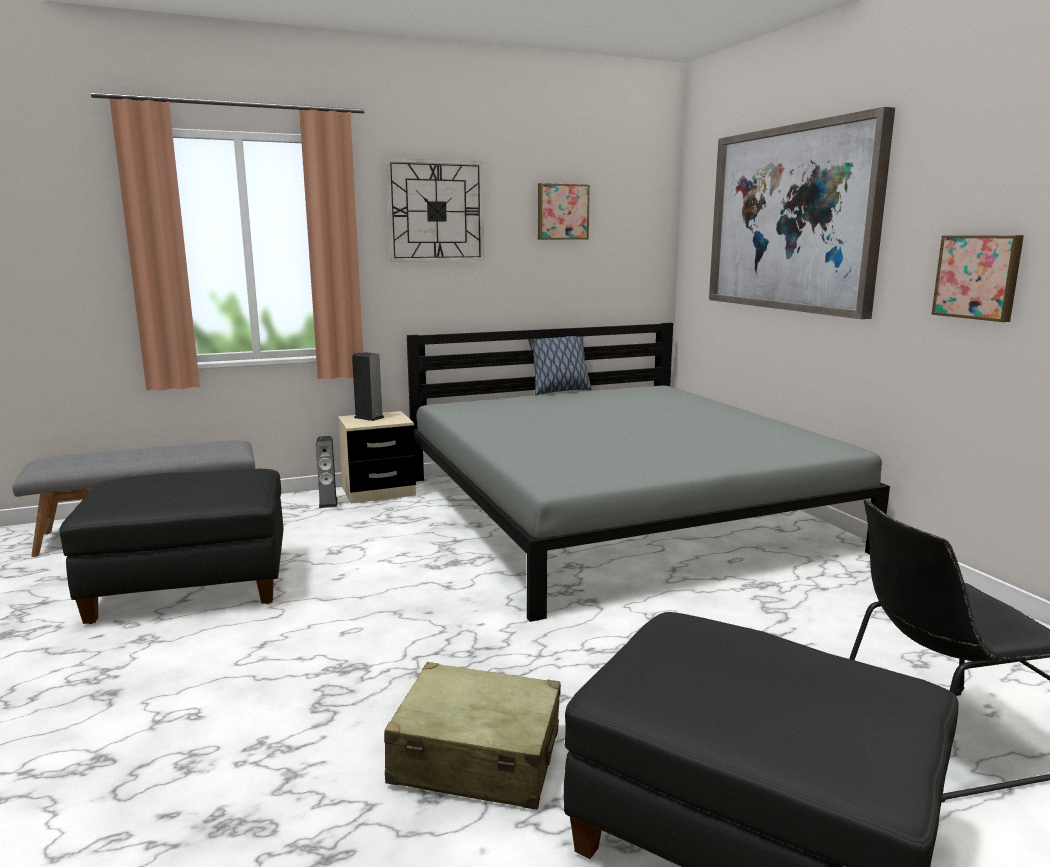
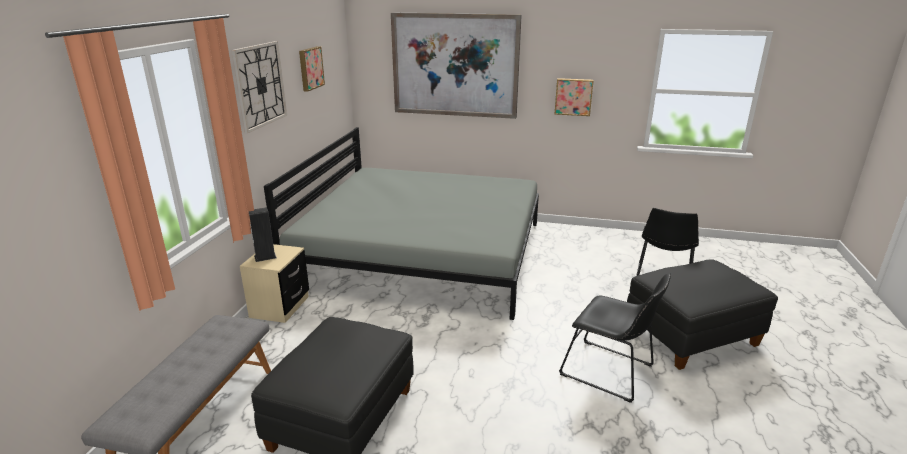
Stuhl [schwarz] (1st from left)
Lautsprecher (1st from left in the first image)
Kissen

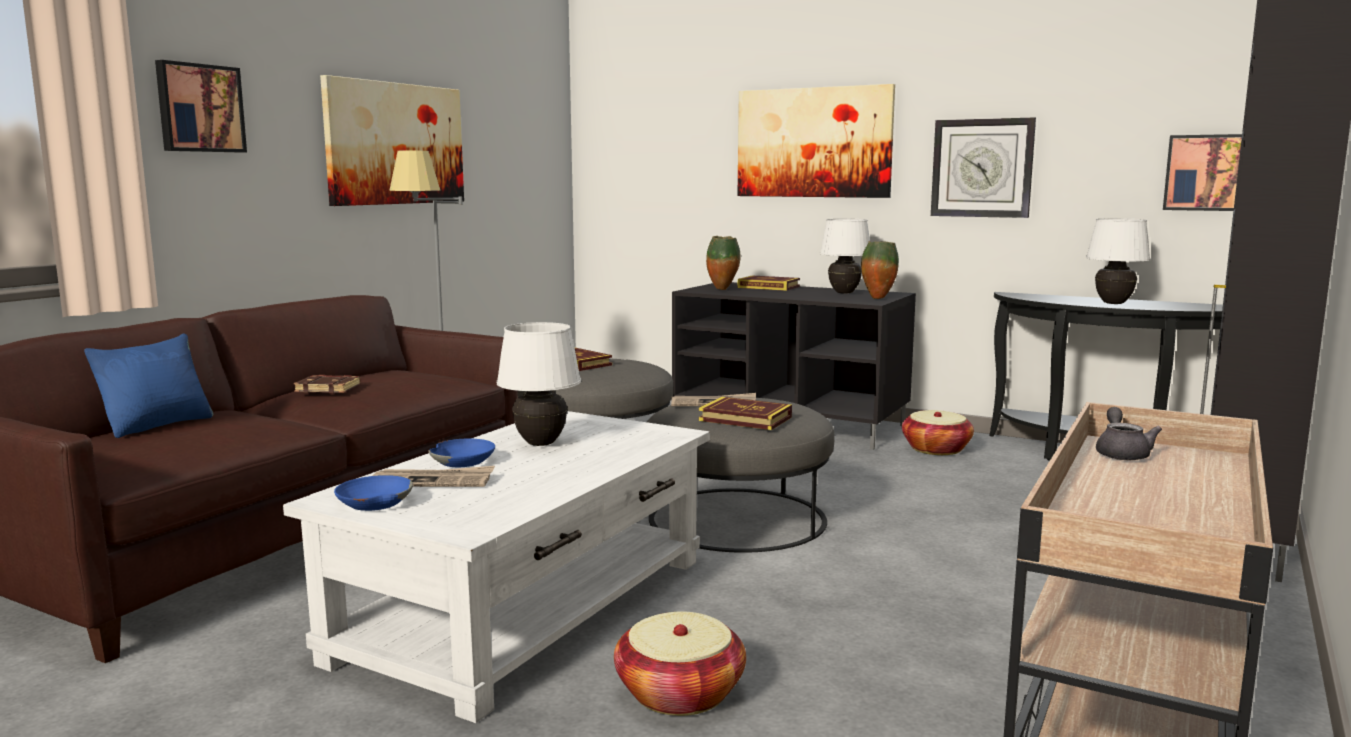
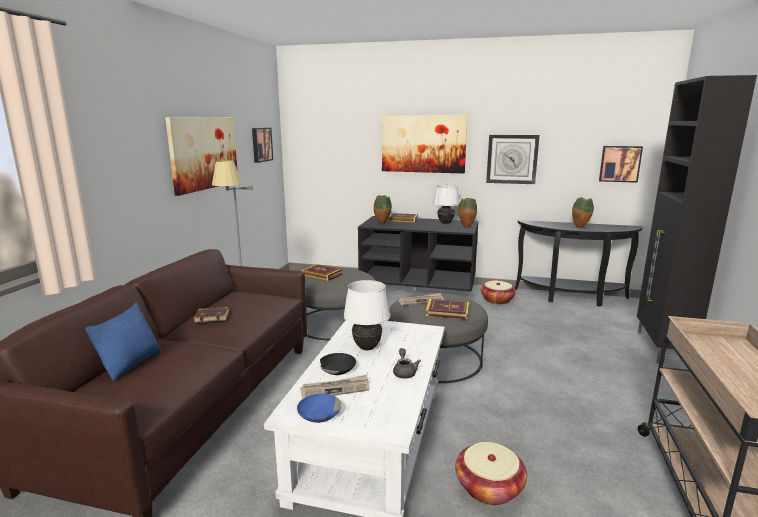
Bild (2nd from left)
Schüssel [schwarz]
Teekanne [grau]
Vase (3rd from left)

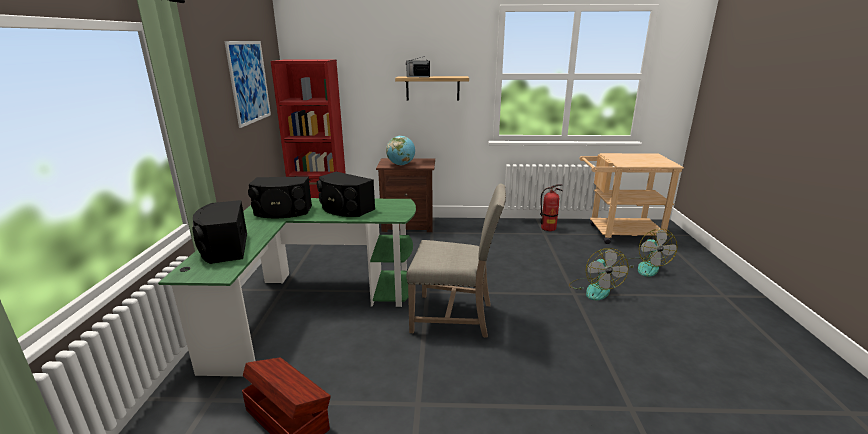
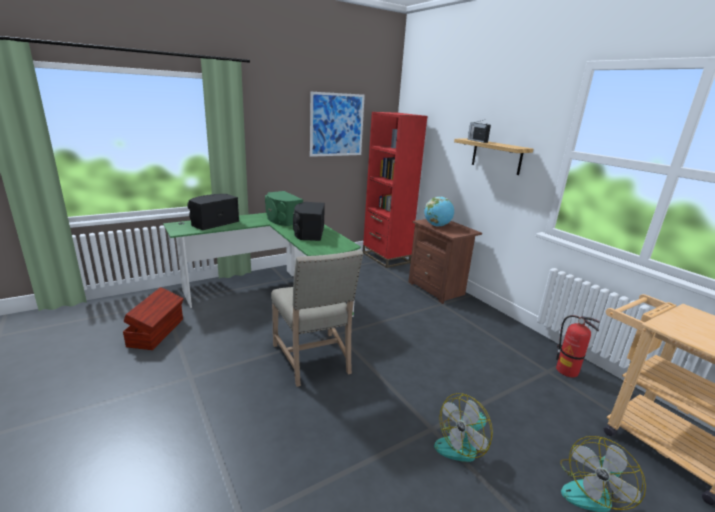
Lautsprecher [grün]

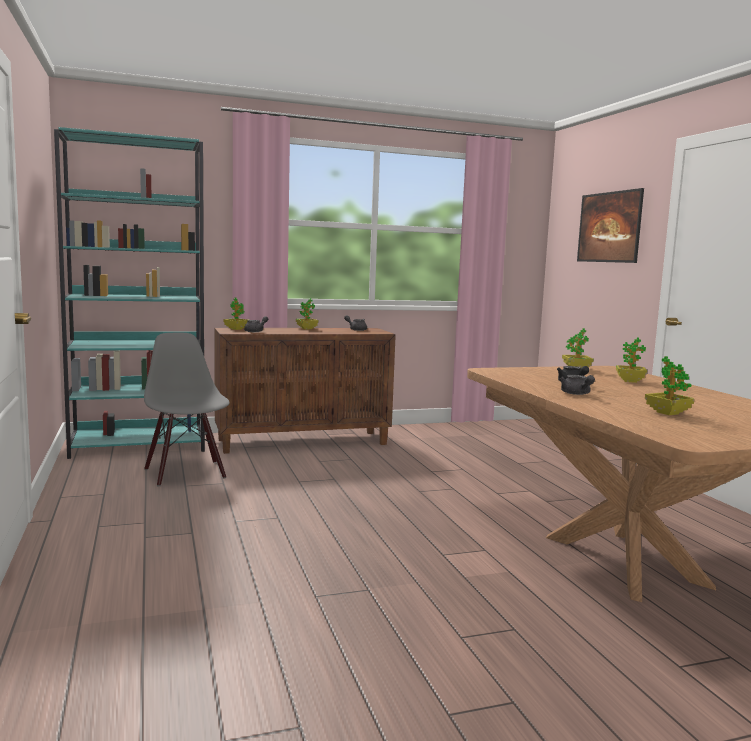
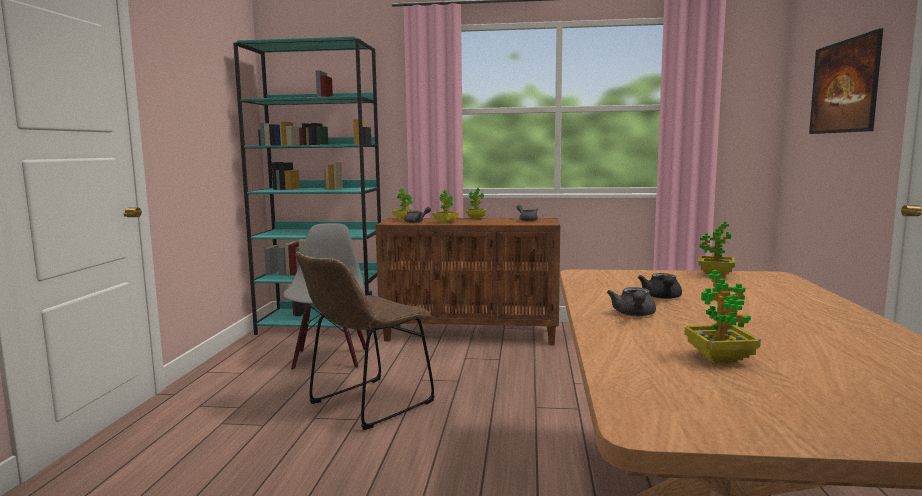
Stuhl [braun]
Topfpflanze (2nd from left)

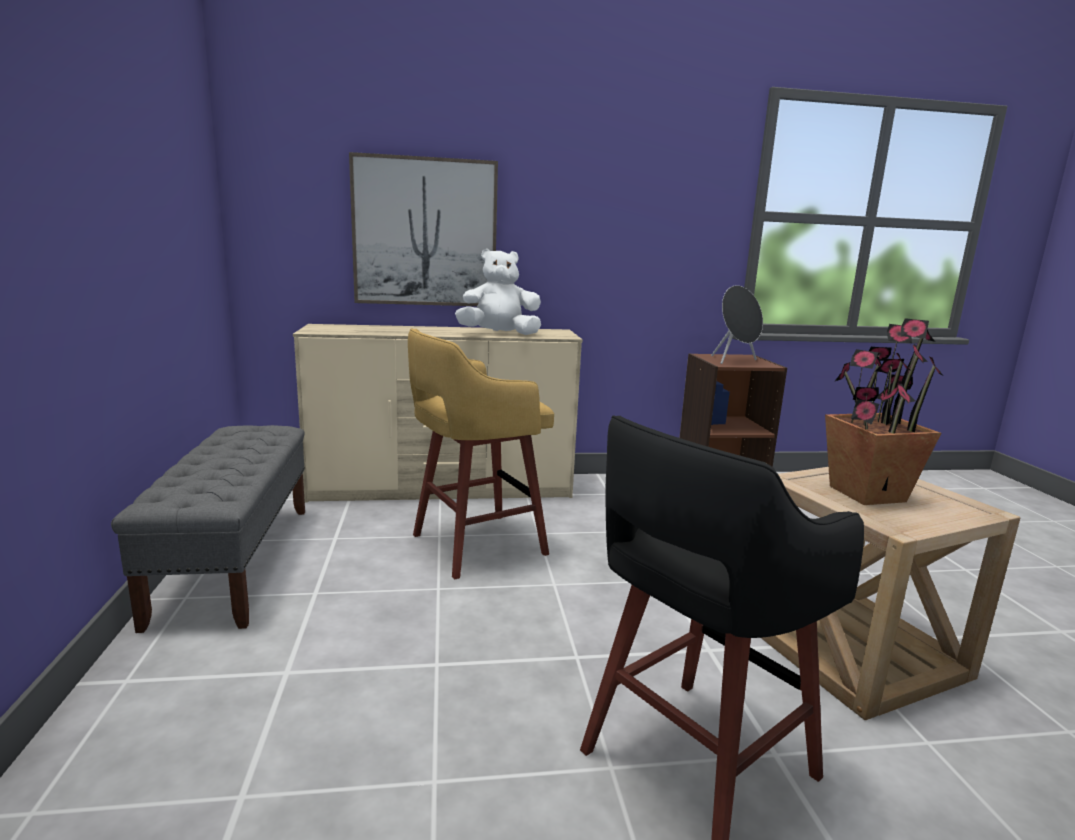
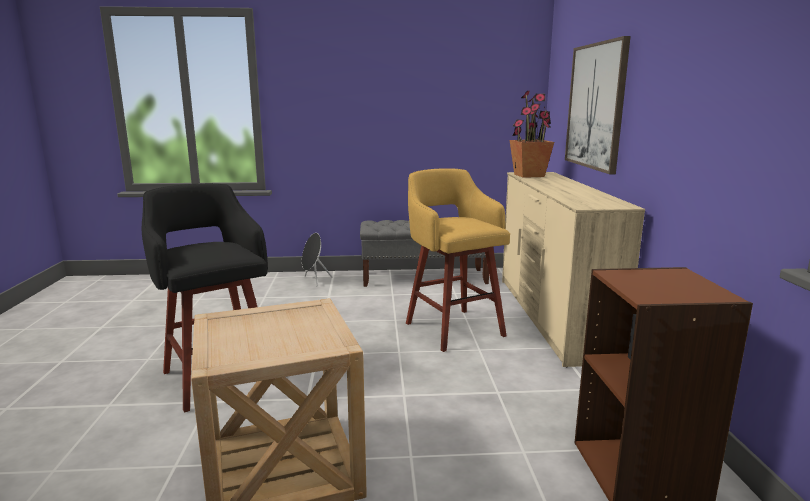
Lautsprecher [schwarz]
Topfpflanze
Plüschtier [weiß]

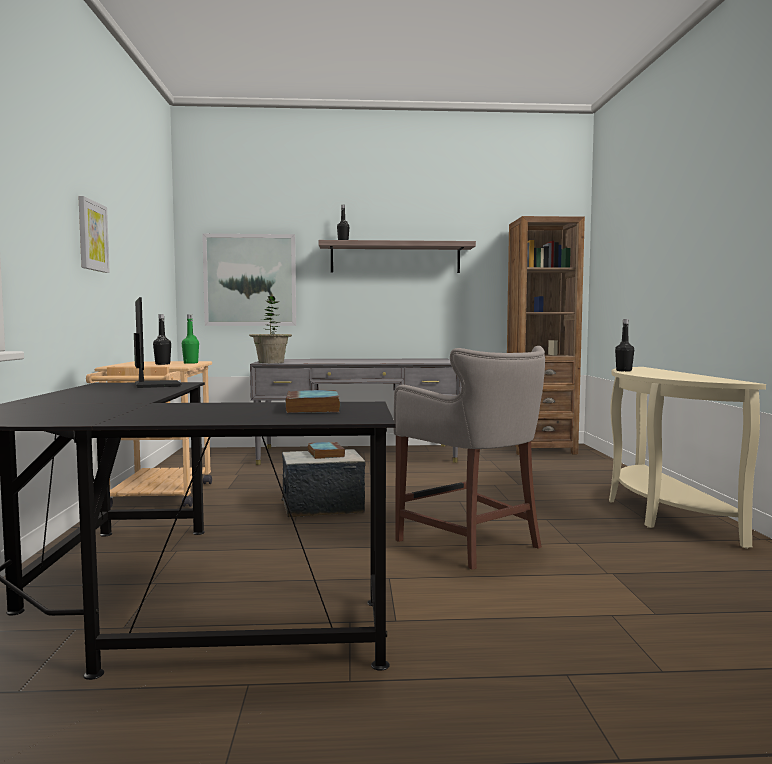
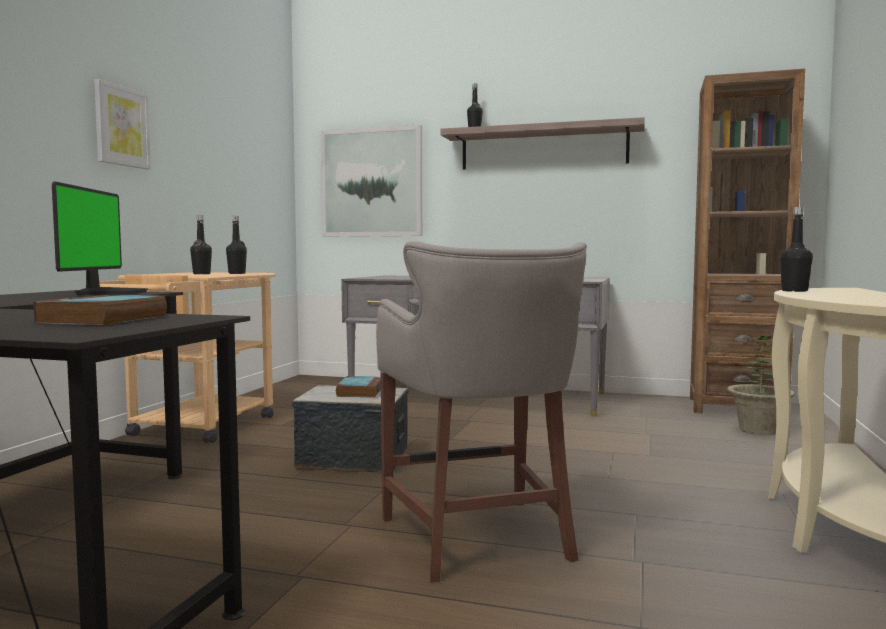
Flasche [schwarz] (2nd from left)
Topfpflanze

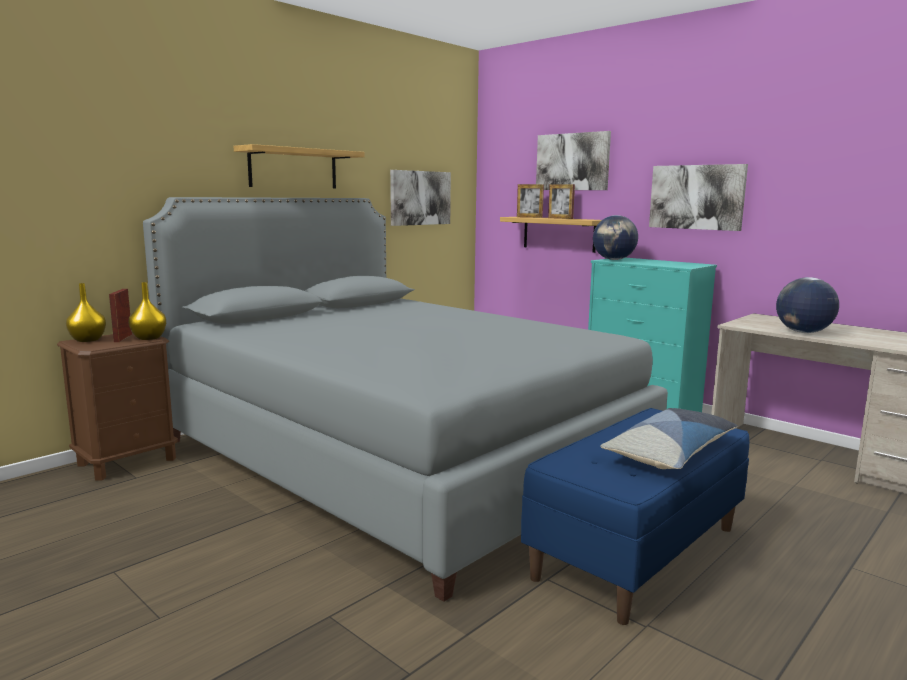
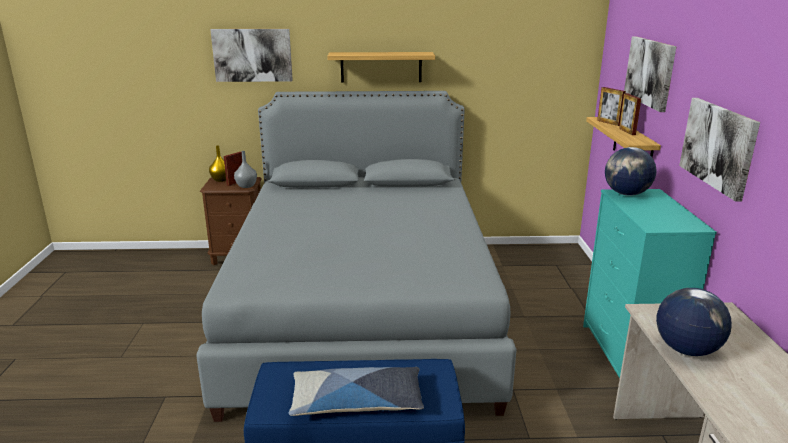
Bild (1st from left)
Vase [grau]

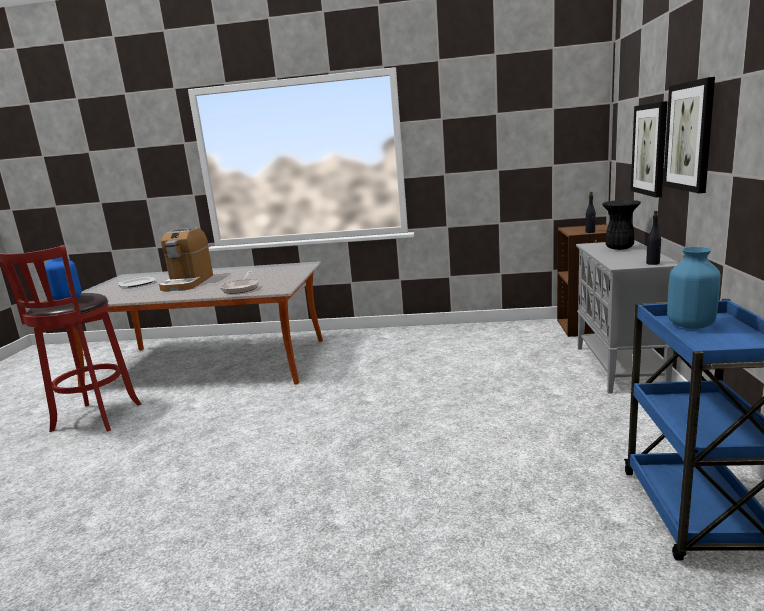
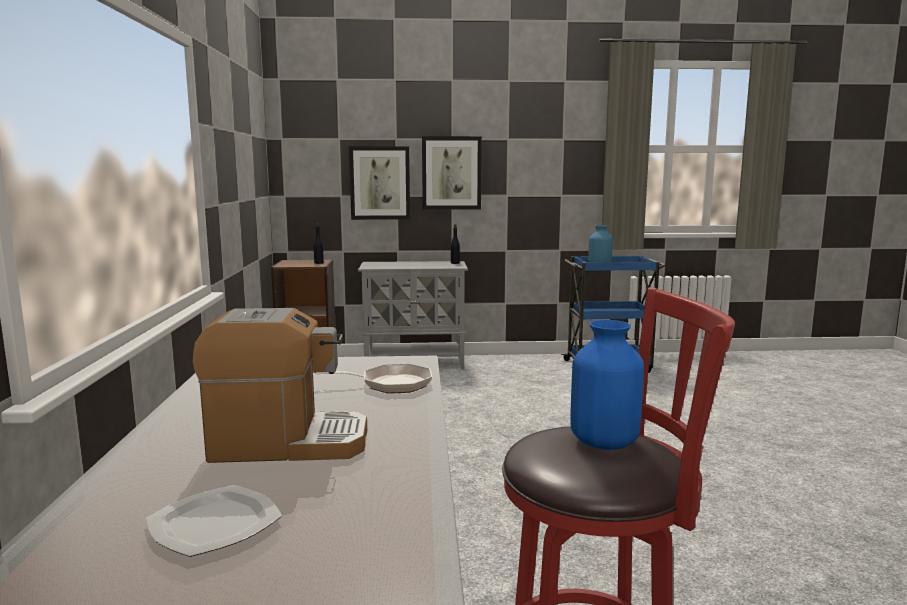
Vase [schwarz]

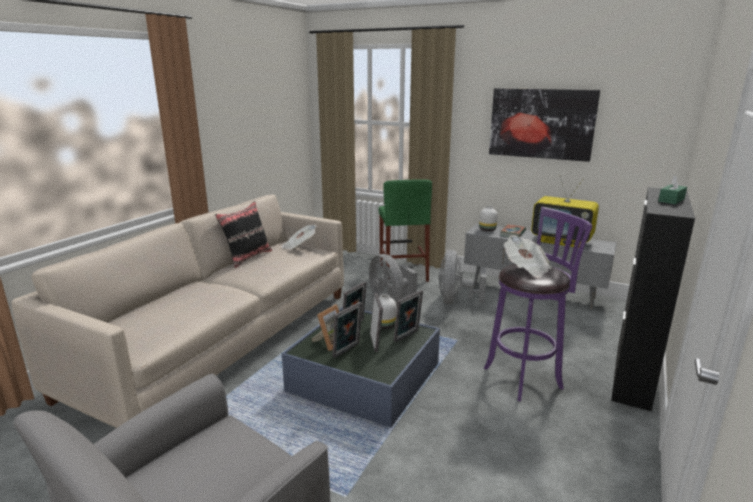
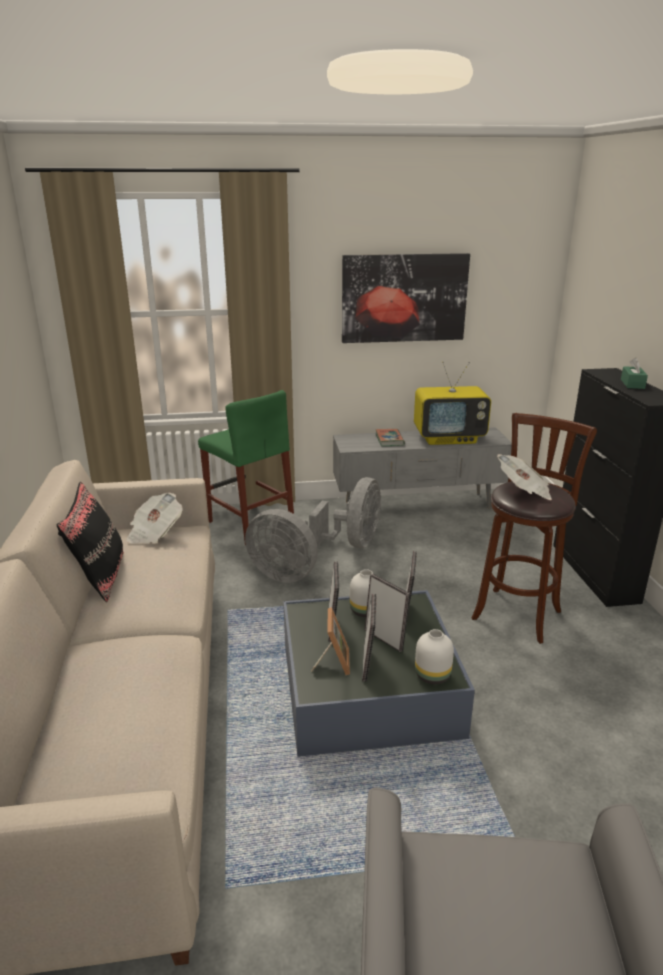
Ventilator [grau] (2nd from left)
Vase [weiß] (2nd from left)
Hocker [braun]

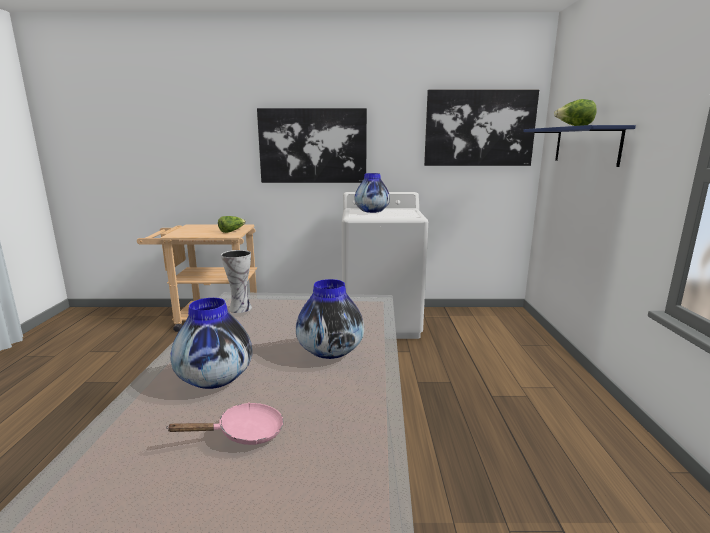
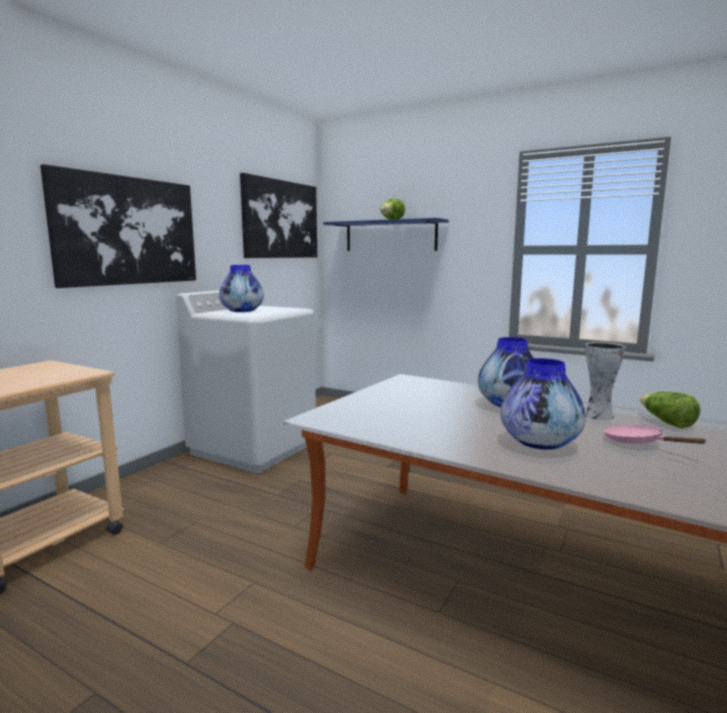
Vase (4th from left)
Pfanne [rosa]
Salatkopf (2nd from left)

